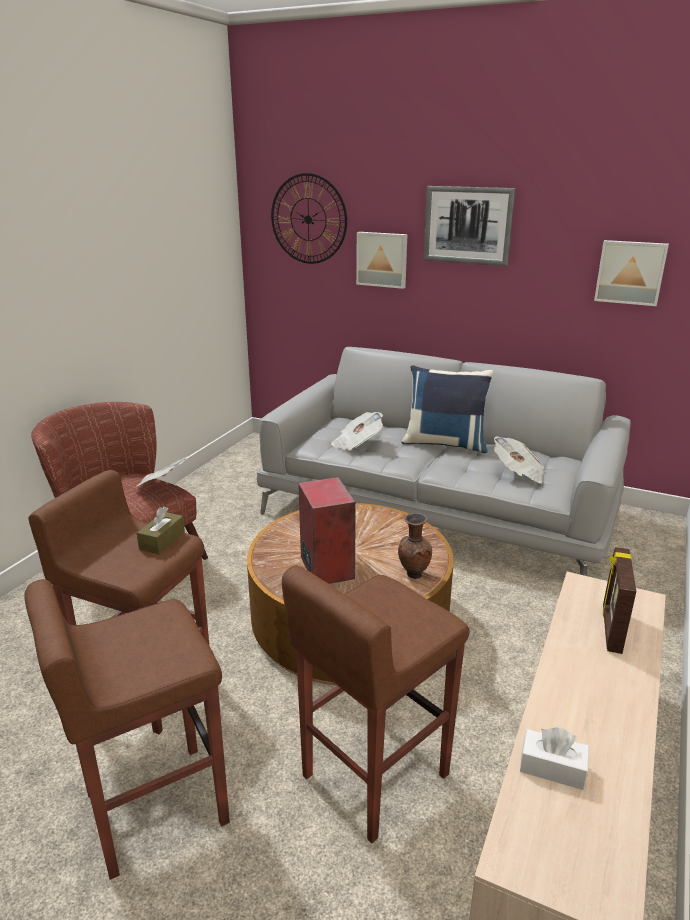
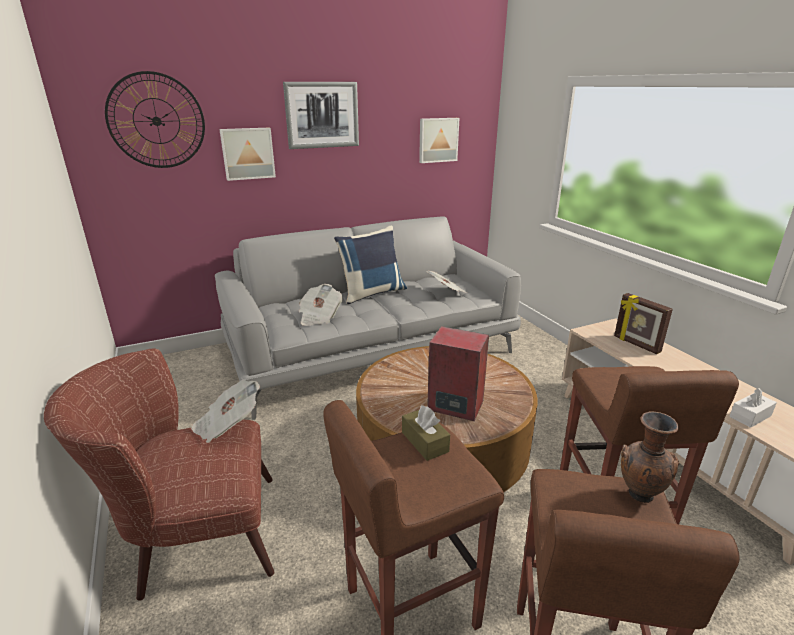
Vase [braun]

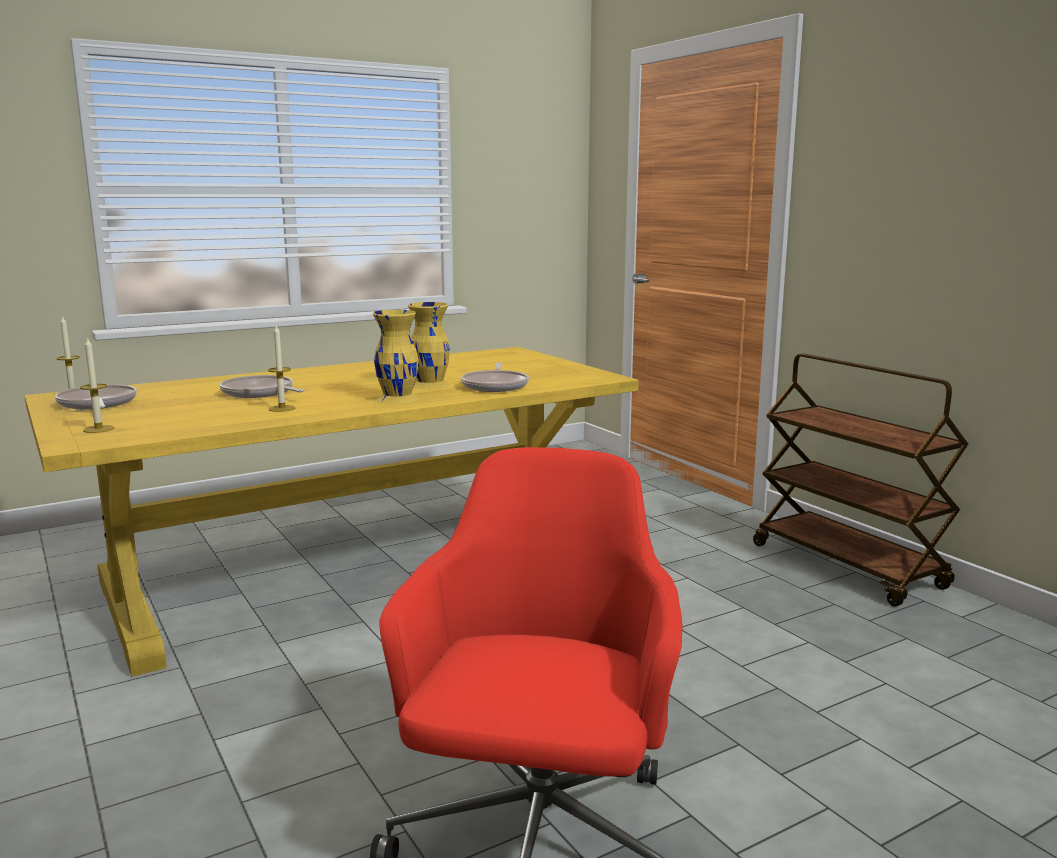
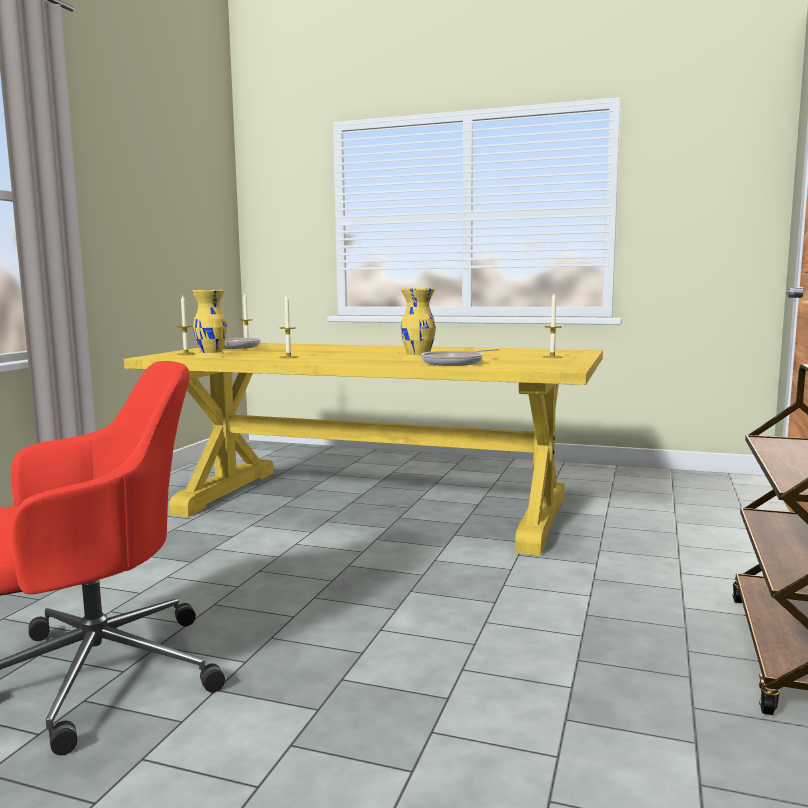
Vase [gelb] (1st from left)
Kerze (4th from left)
Pfanne (2nd from left in the first image)

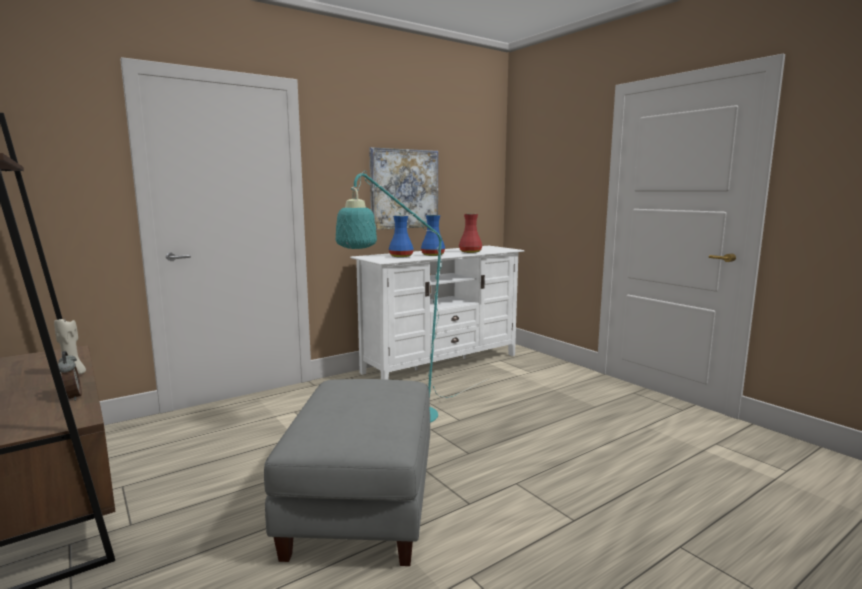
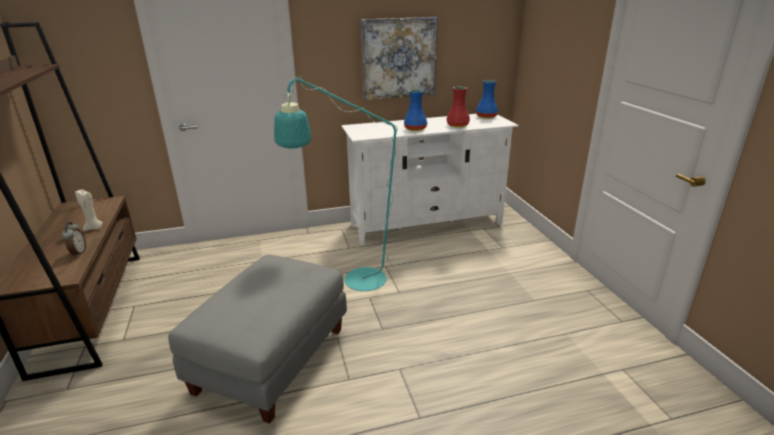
Vase [blau] (2nd from left)

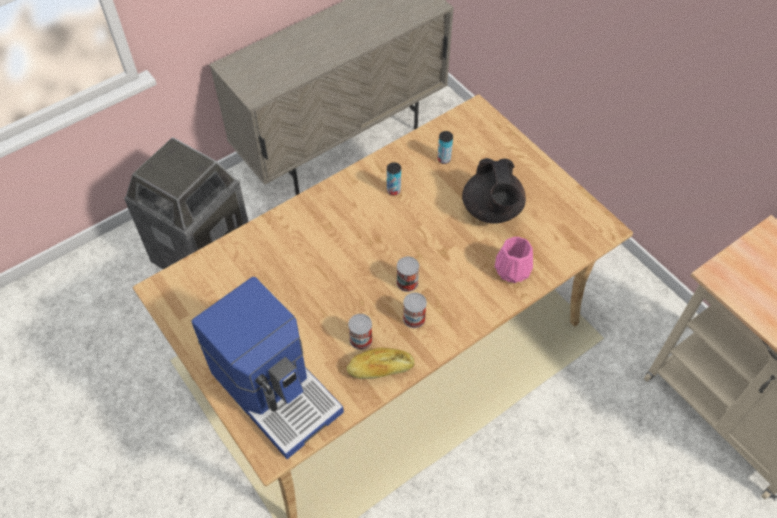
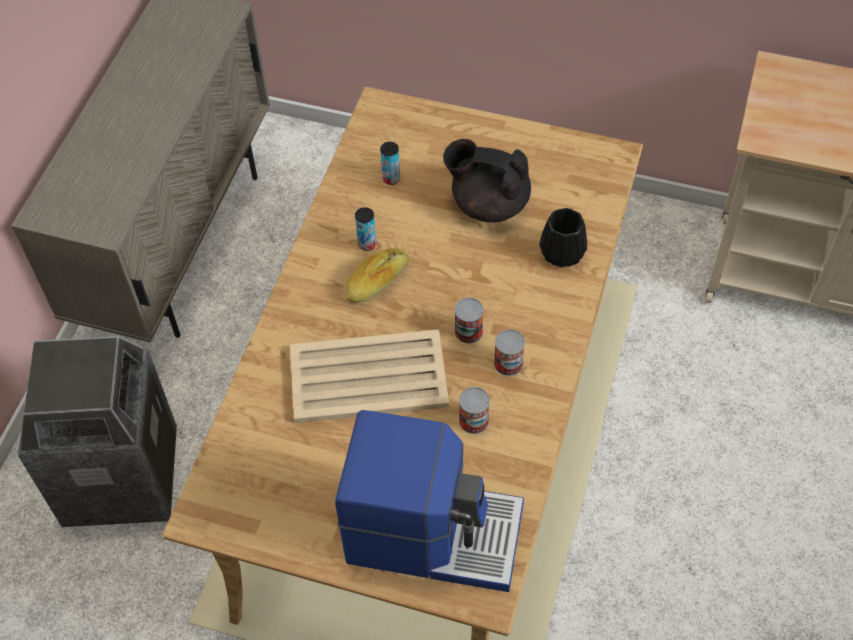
Tablett [beige]
Brot
Teekanne [schwarz]
Vase [schwarz]

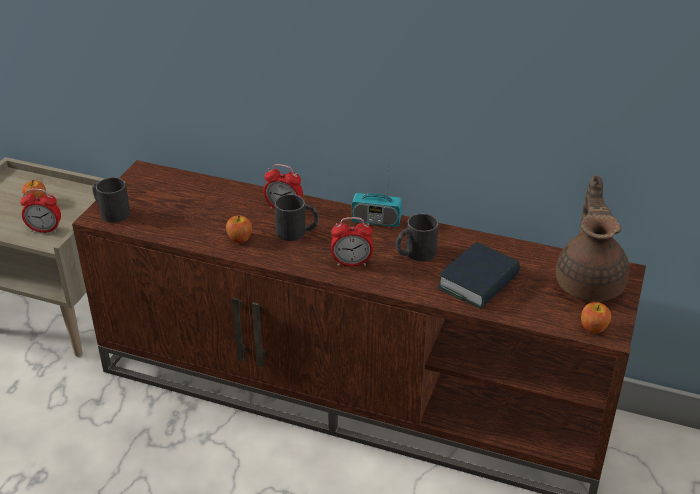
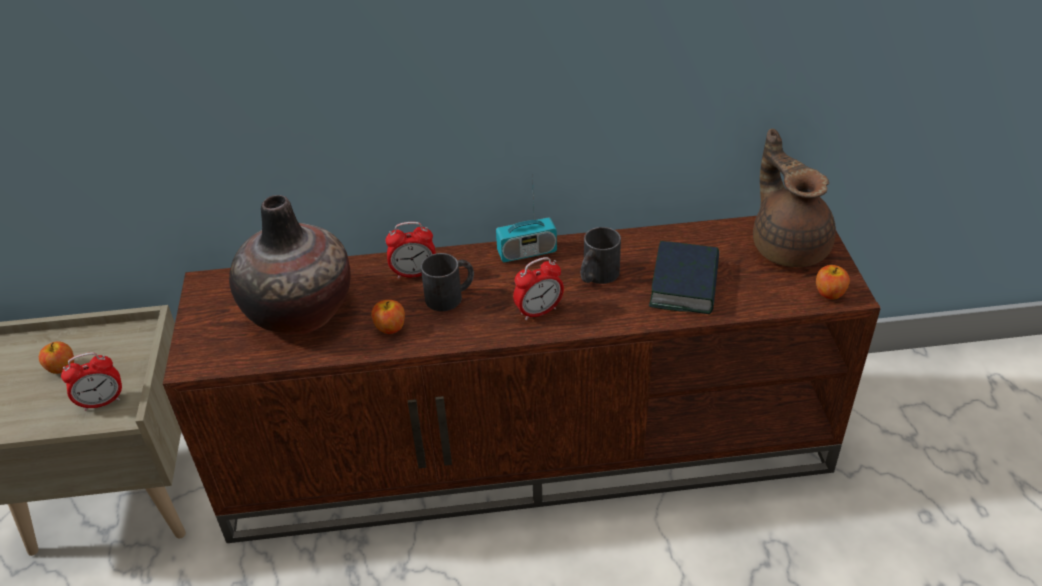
Vase
Henkelbecher [schwarz] (1st from left in the first image)

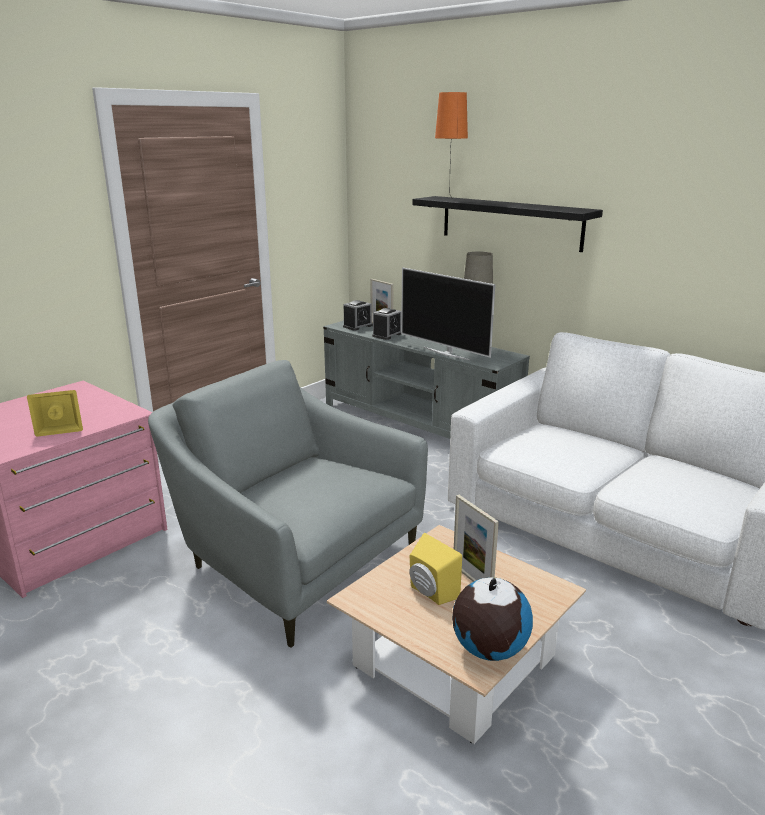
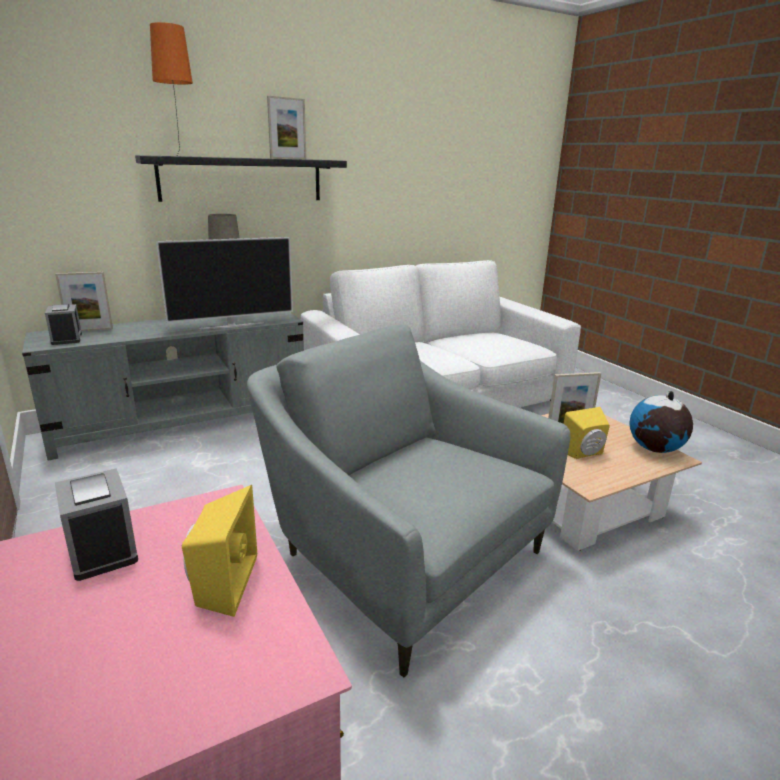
Wecker (2nd from left)
Sessel [grau]
Bilderrahmen (2nd from left)

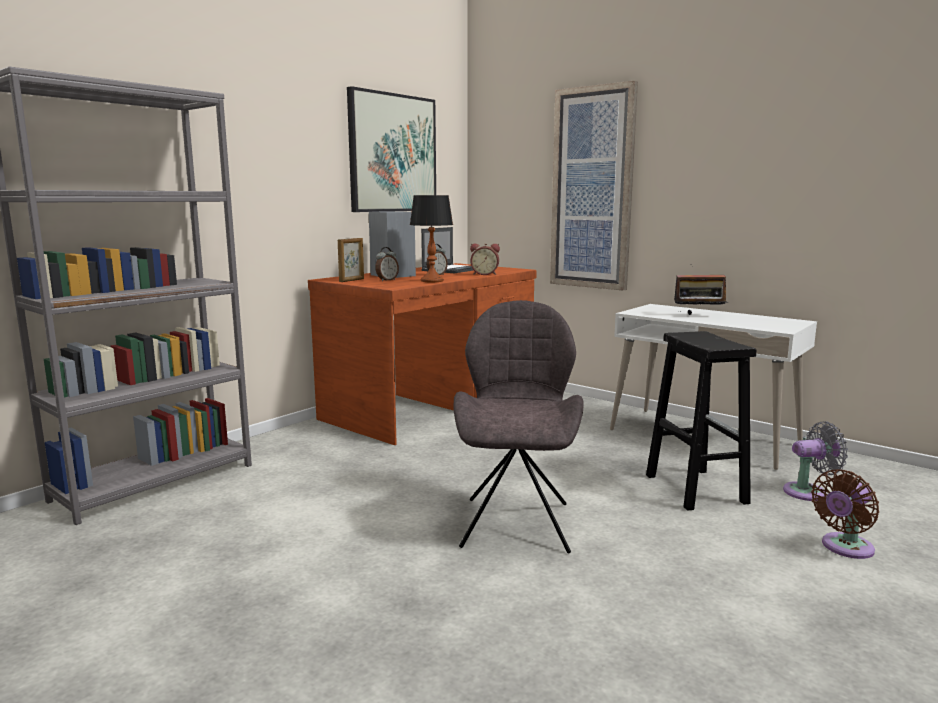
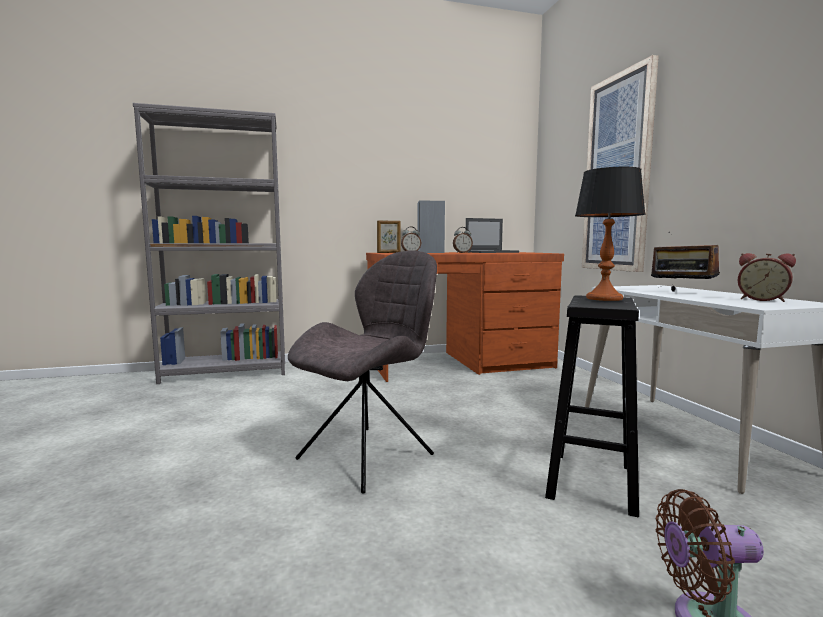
Tischlampe
Wecker (3rd from left)
Bild (1st from left in the first image)
Ventilator [grau]

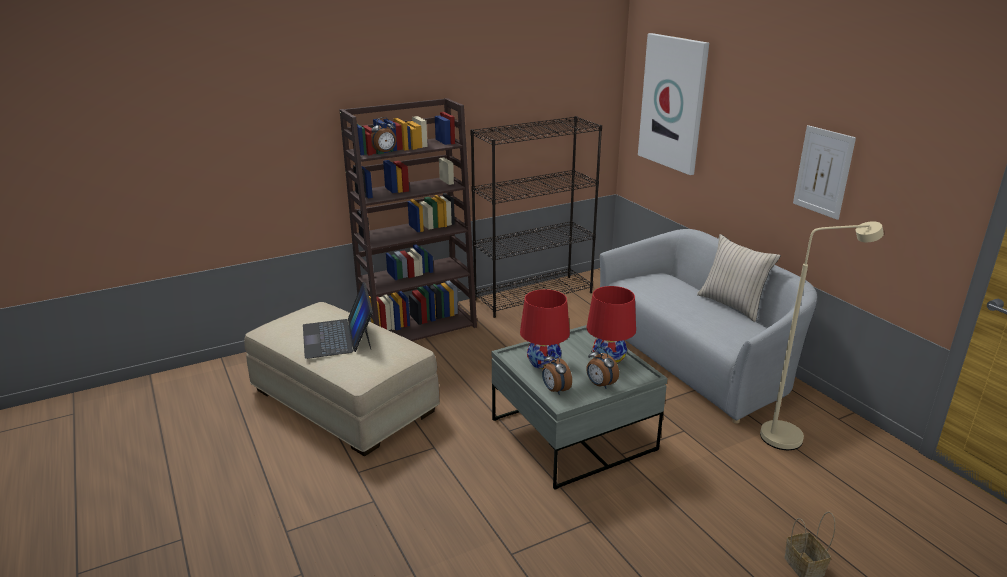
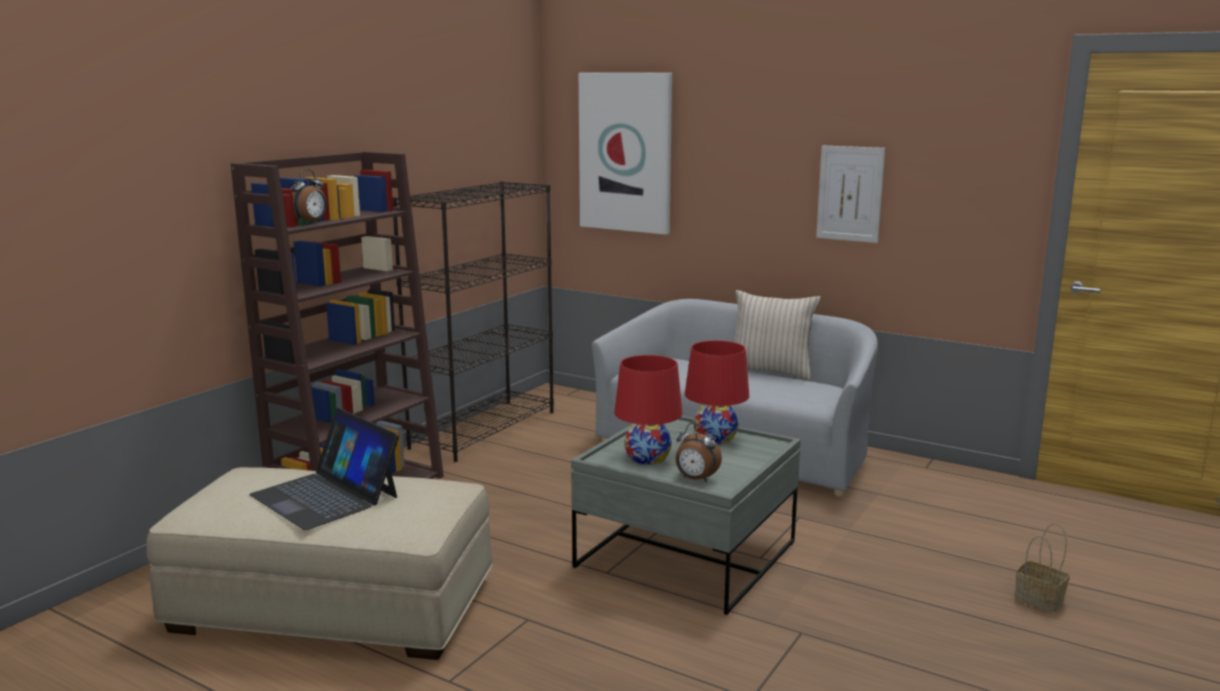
Wecker (3rd from left in the first image)
Stehlampe [beige]

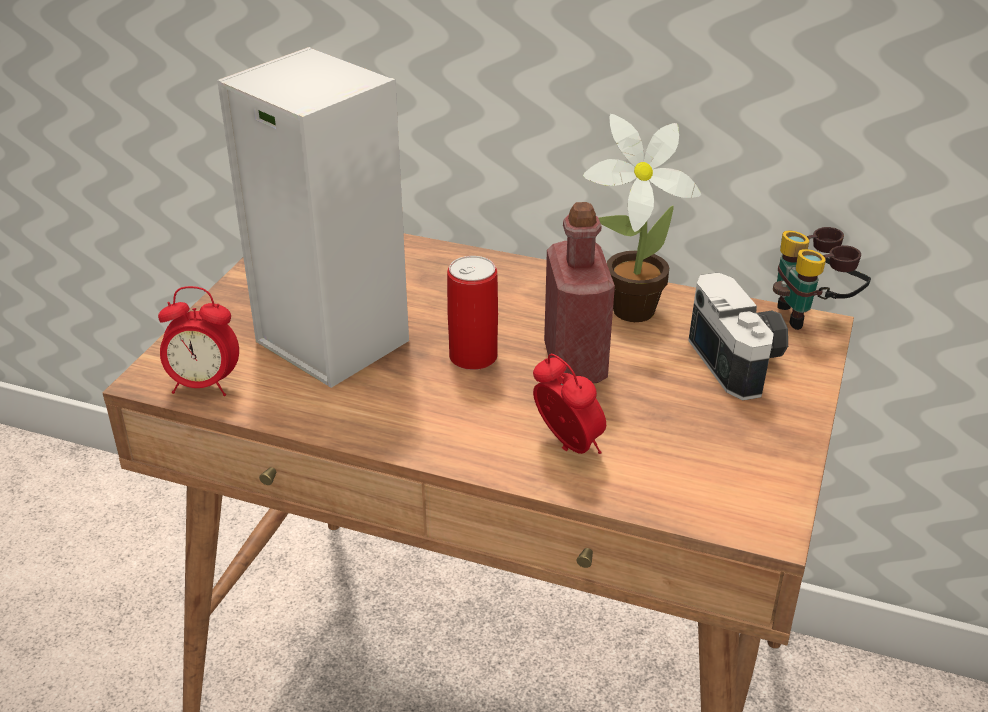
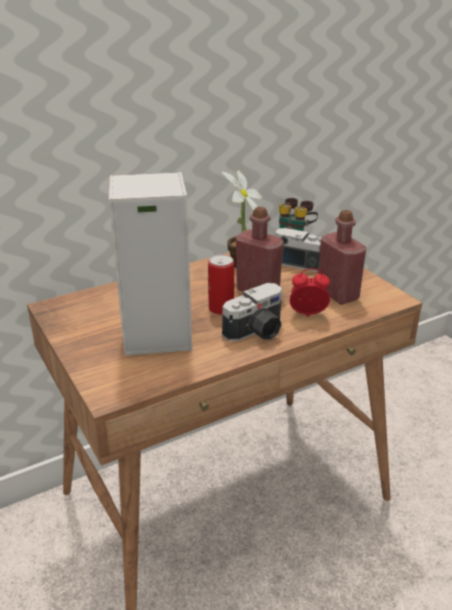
Kamera (1st from left)
Flasche [rot] (2nd from left)
Wecker (1st from left in the first image)

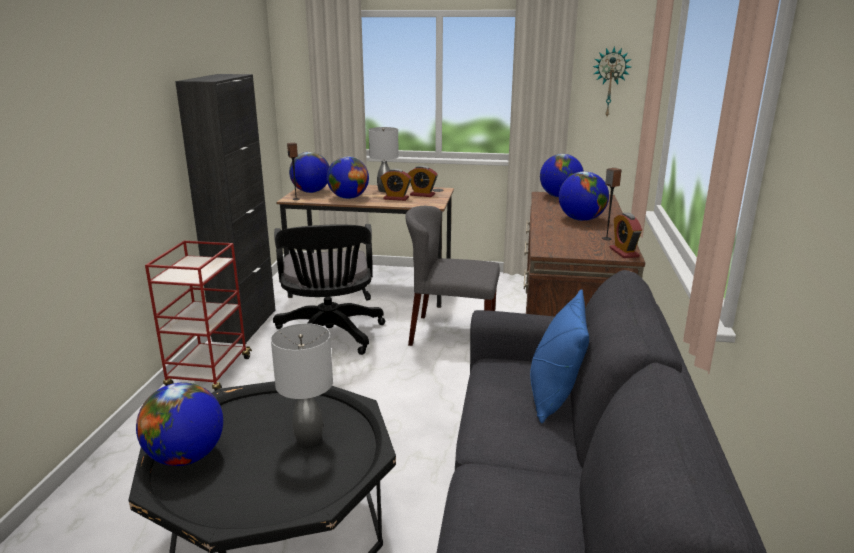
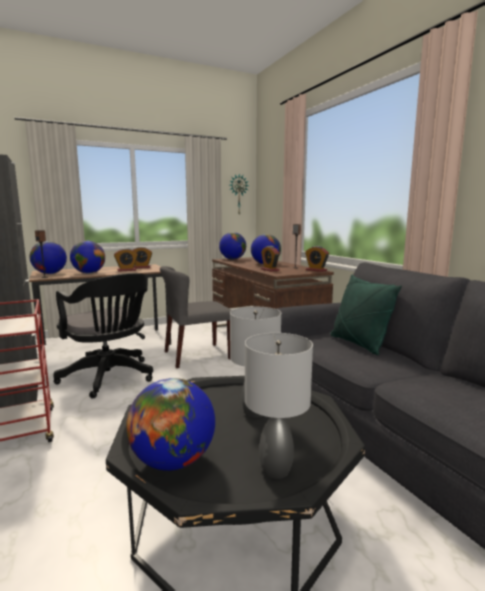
Tischlampe [grau] (2nd from left)
Wecker (3rd from left)
Kissen [grün]

